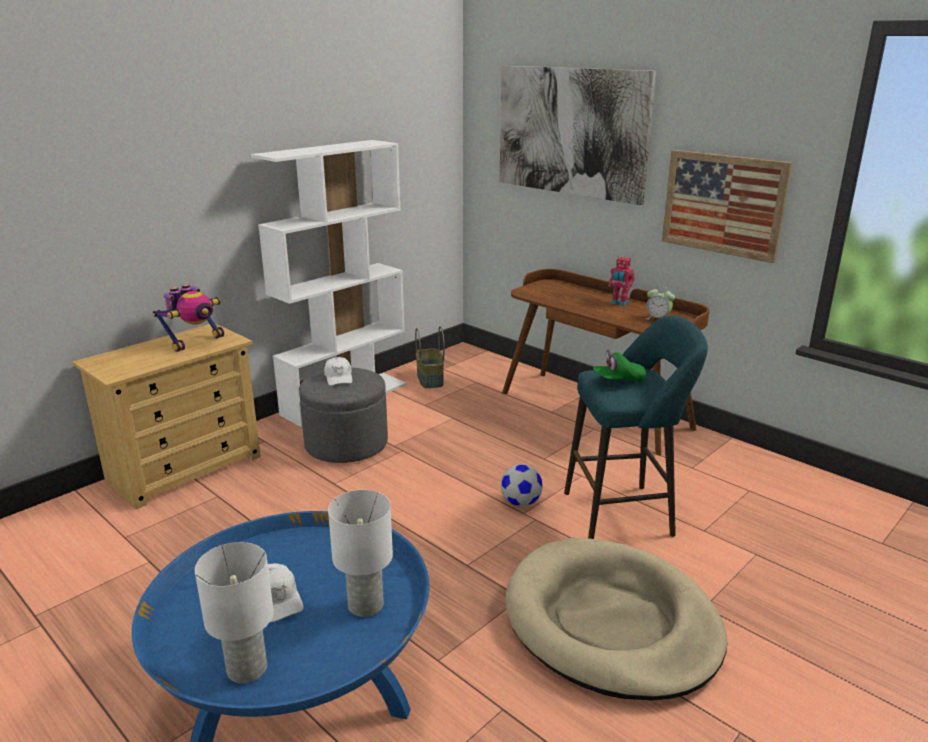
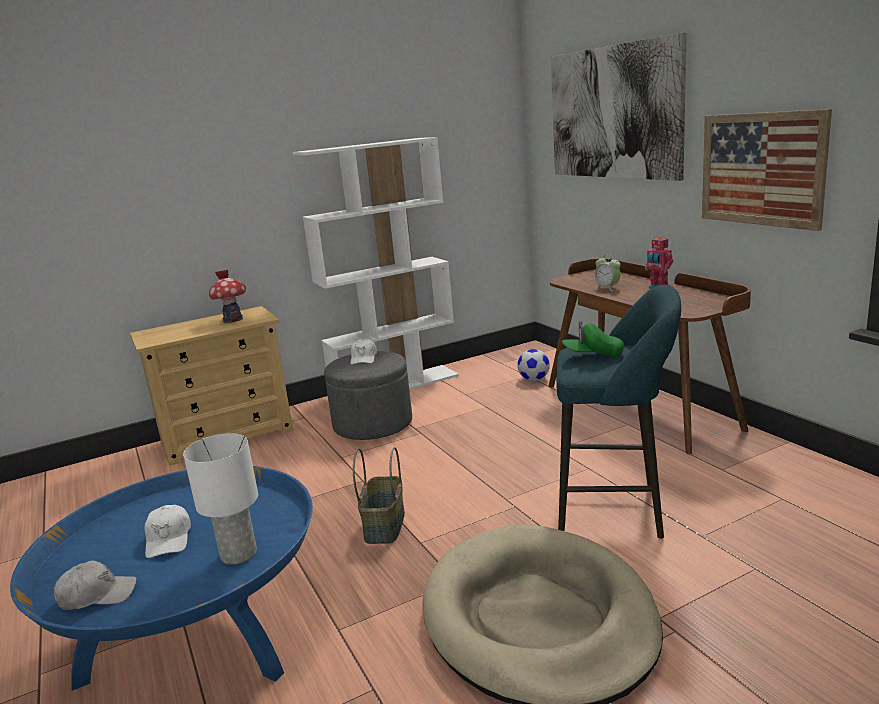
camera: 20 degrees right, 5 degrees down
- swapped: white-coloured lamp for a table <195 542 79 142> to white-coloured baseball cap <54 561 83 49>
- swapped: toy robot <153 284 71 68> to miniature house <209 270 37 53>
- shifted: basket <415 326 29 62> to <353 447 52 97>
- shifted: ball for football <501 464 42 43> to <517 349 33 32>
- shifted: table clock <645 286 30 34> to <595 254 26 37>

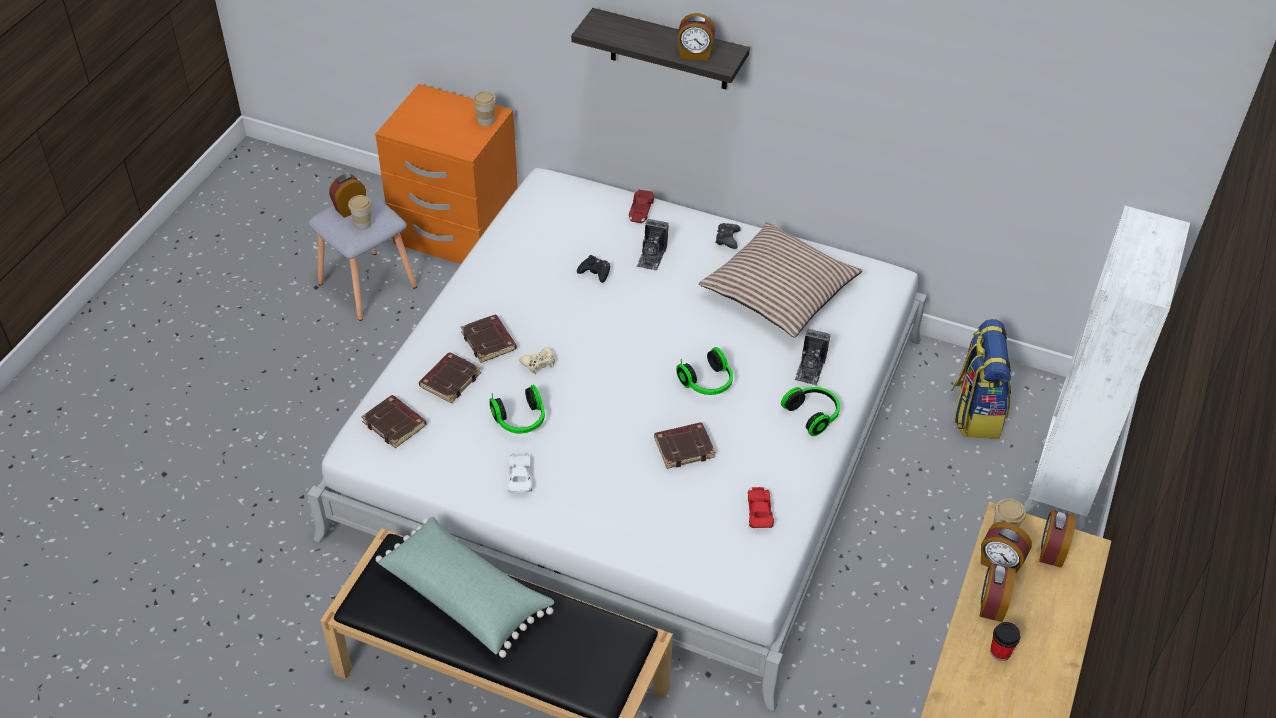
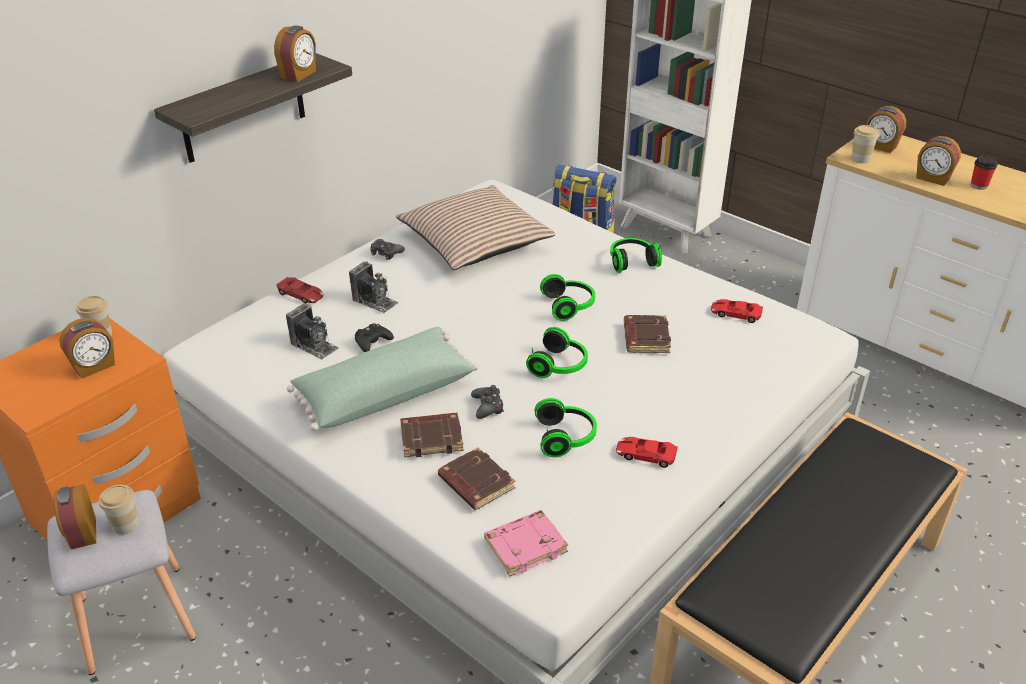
camera: 70 degrees left, 10 degrees down
- shifted: table clock <981 522 51 51> to <59 318 56 60>
- shifted: photo camera <794 329 36 56> to <286 303 52 57>
- shifted: green-coloured cushion <376 517 178 141> to <287 327 192 104>
- repainted: beige-coloured game controller <519 347 36 27> to blackish game controller <471 385 33 34>
- repainted: brown-coloured bound book <361 395 65 53> to pinkish bound book <484 510 84 67>
- new: pair of headphones <526 327 62 51>
- repainted: white-coloured miniature car <508 453 24 40> to red miniature car <616 437 62 31>

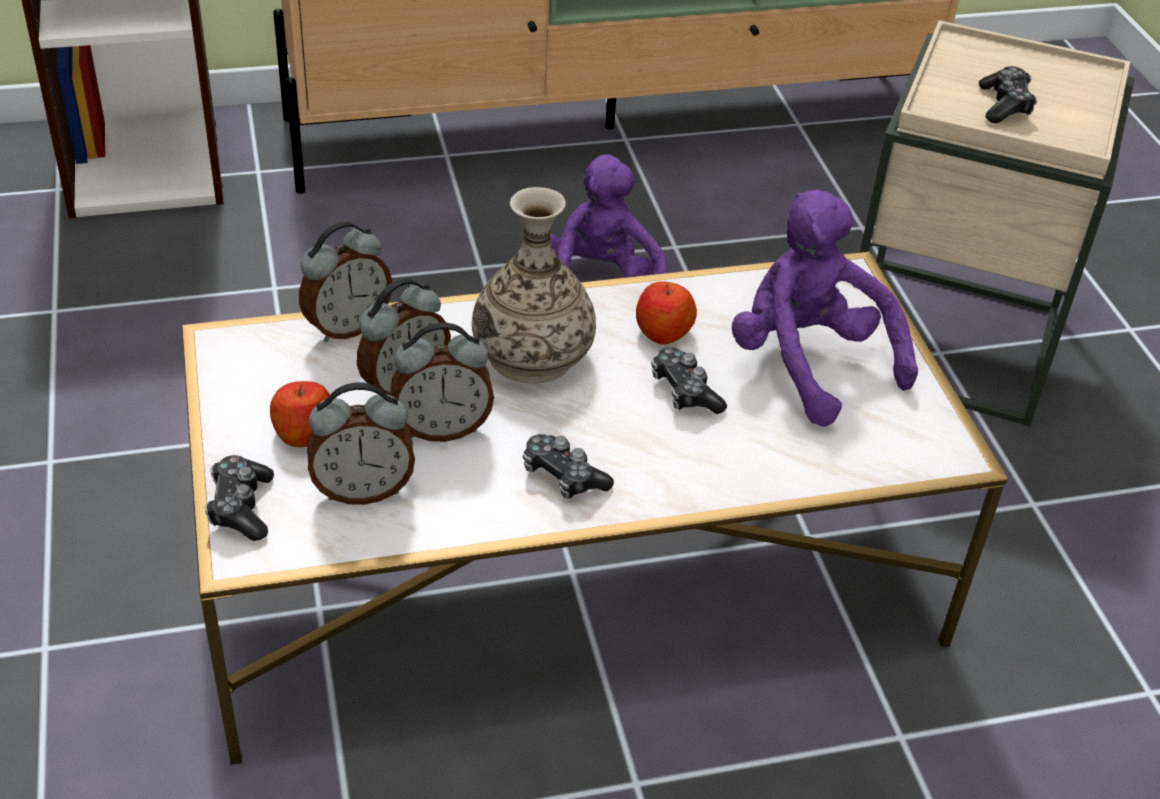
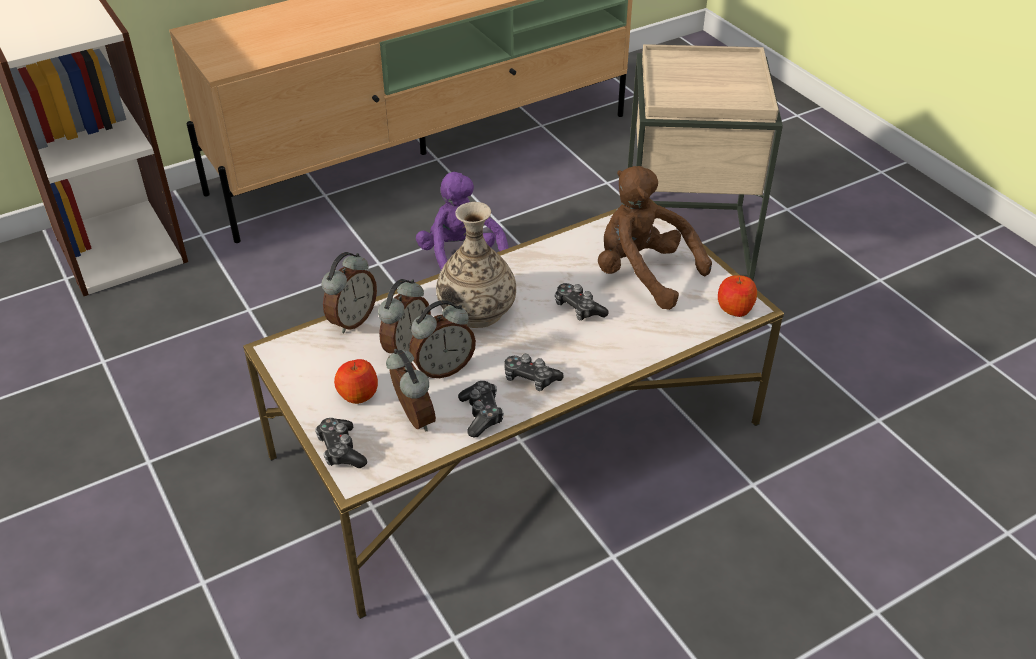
camera: 15 degrees left, 0 degrees up
- rotated: table clock <307 383 108 122> = <386 349 50 83> 90 degrees counterclockwise
- shifted: game controller <979 66 59 57> to <458 381 46 56>
- repainted: purple-coloured soft toy <732 190 186 237> to brown-coloured soft toy <598 166 114 144>
- shifted: whole apple <636 281 61 64> to <718 275 39 42>

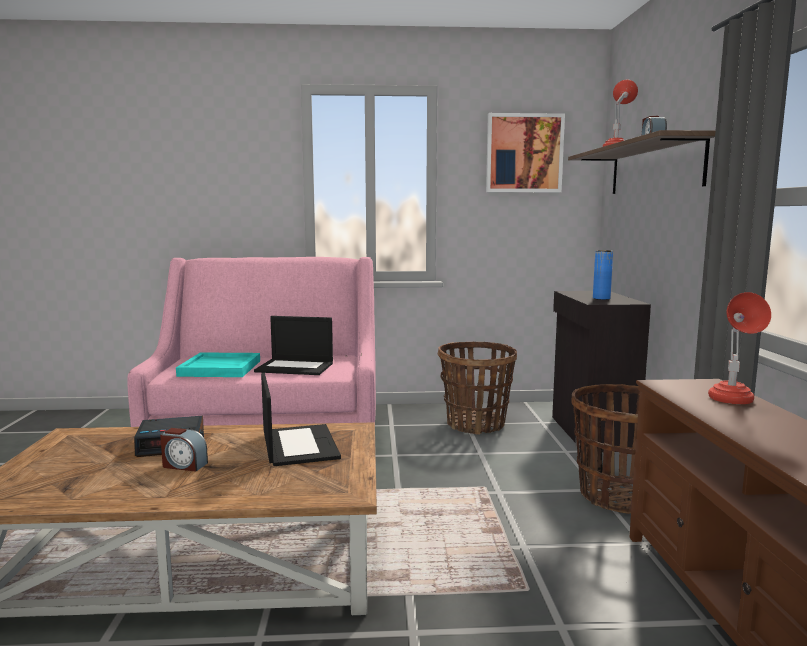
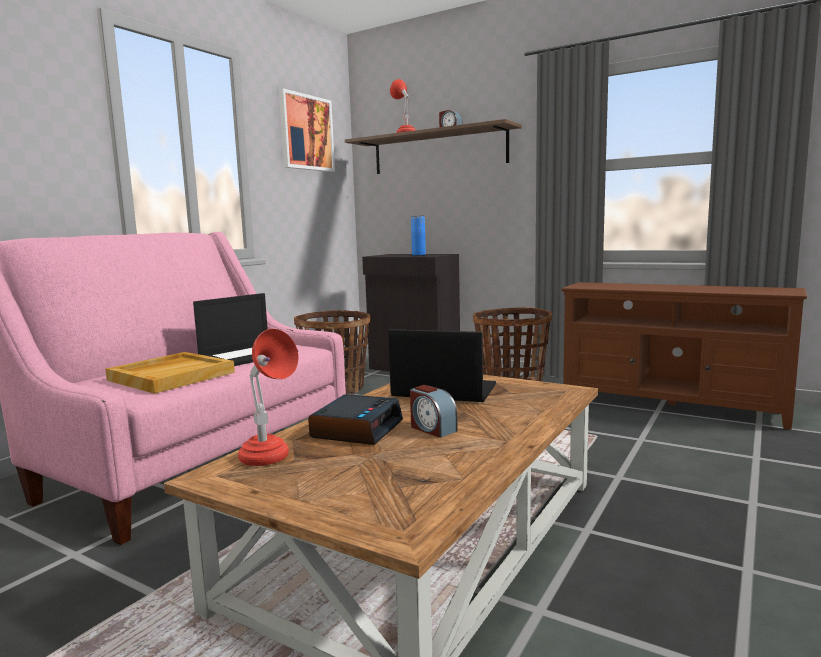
camera: 55 degrees left, 0 degrees up
- repainted: turquoise-coloured tray <176 352 84 25> to beige-coloured tray <106 352 129 42>
- shifted: red lamp for a table <708 292 63 112> to <238 329 61 137>
- rotated: table clock <160 428 48 43> = <410 385 47 53> 90 degrees clockwise

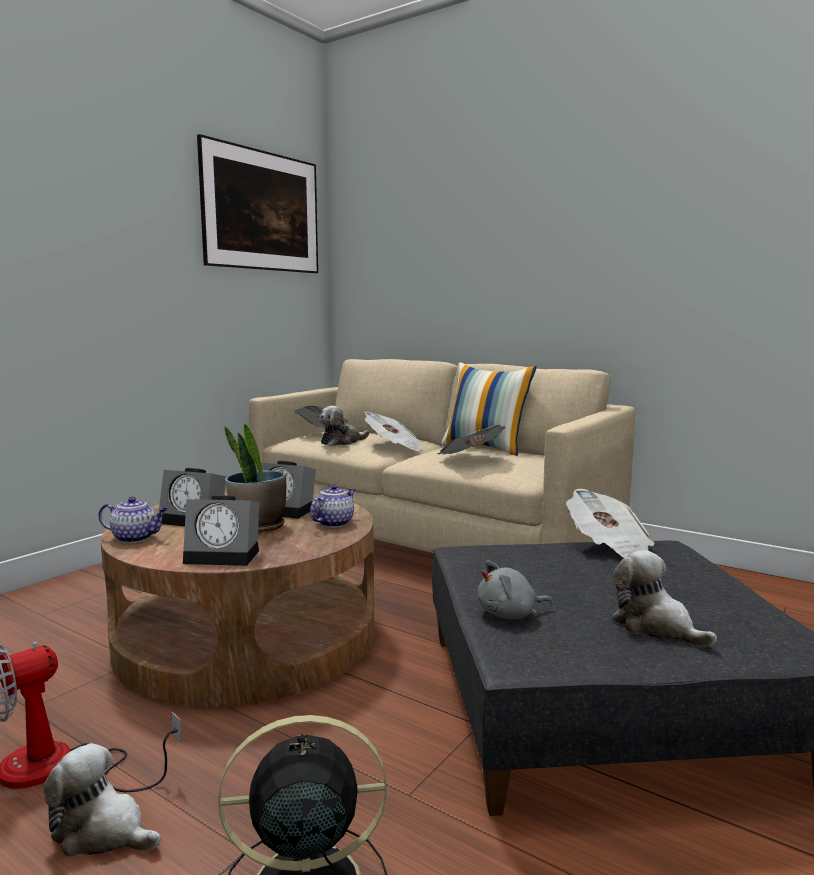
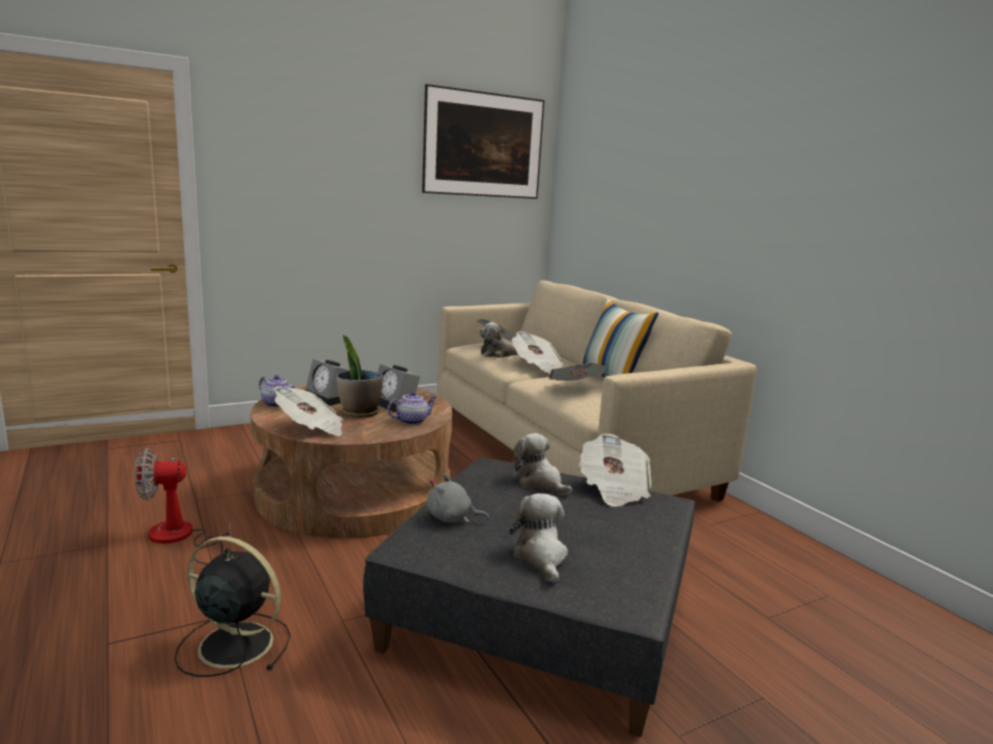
camera: 25 degrees right, 5 degrees up
- swapped: table clock <183 495 76 71> to printed paper <274 386 69 50>
- shifted: soft toy <43 743 118 114> to <513 433 59 63>

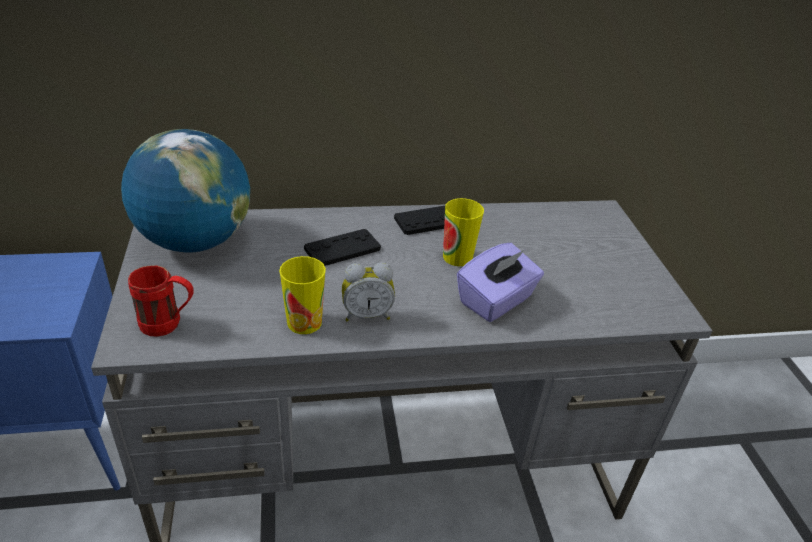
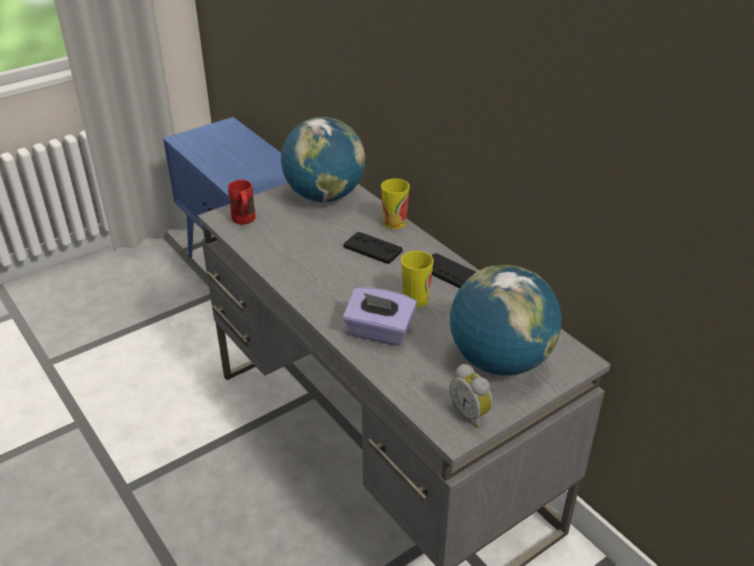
camera: 65 degrees right, 0 degrees up
- shifted: cup <279 256 47 78> to <381 179 29 50>
- new: world globe <450 265 112 111>
- shifted: table clock <342 262 53 60> to <450 364 43 64>

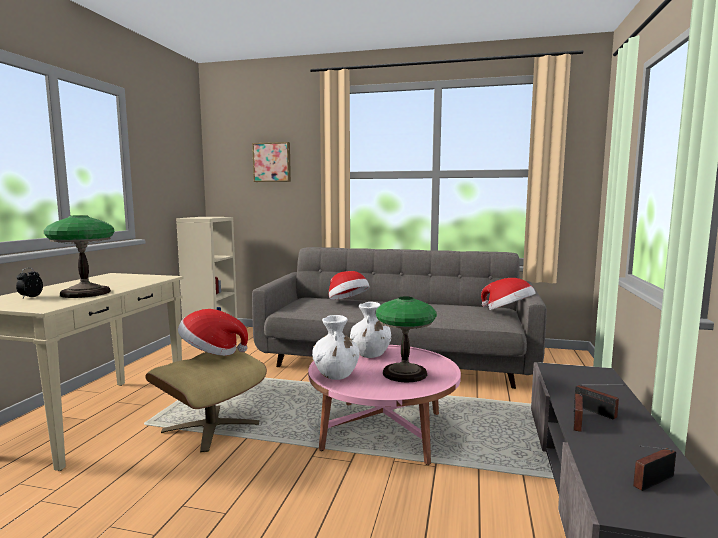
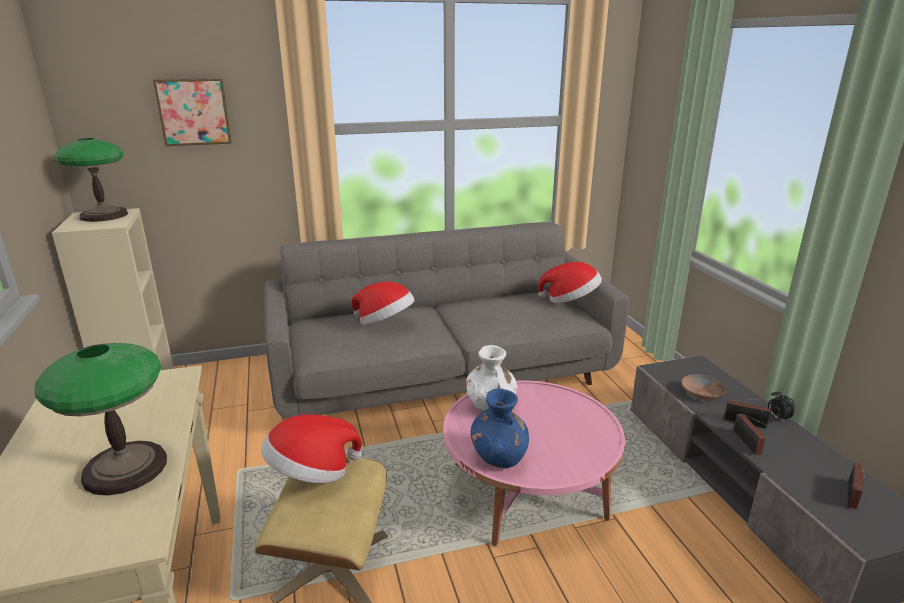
camera: 30 degrees left, 15 degrees up
- shifted: lamp for a table <375 296 62 87> to <55 138 73 84>
- repainted: white-coloured decorative vase <312 315 48 65> to blue-coloured decorative vase <471 389 58 79>
- new: brown-coloured serving bowl <681 374 45 26>
- shifted: table clock <16 268 27 30> to <768 389 27 33>

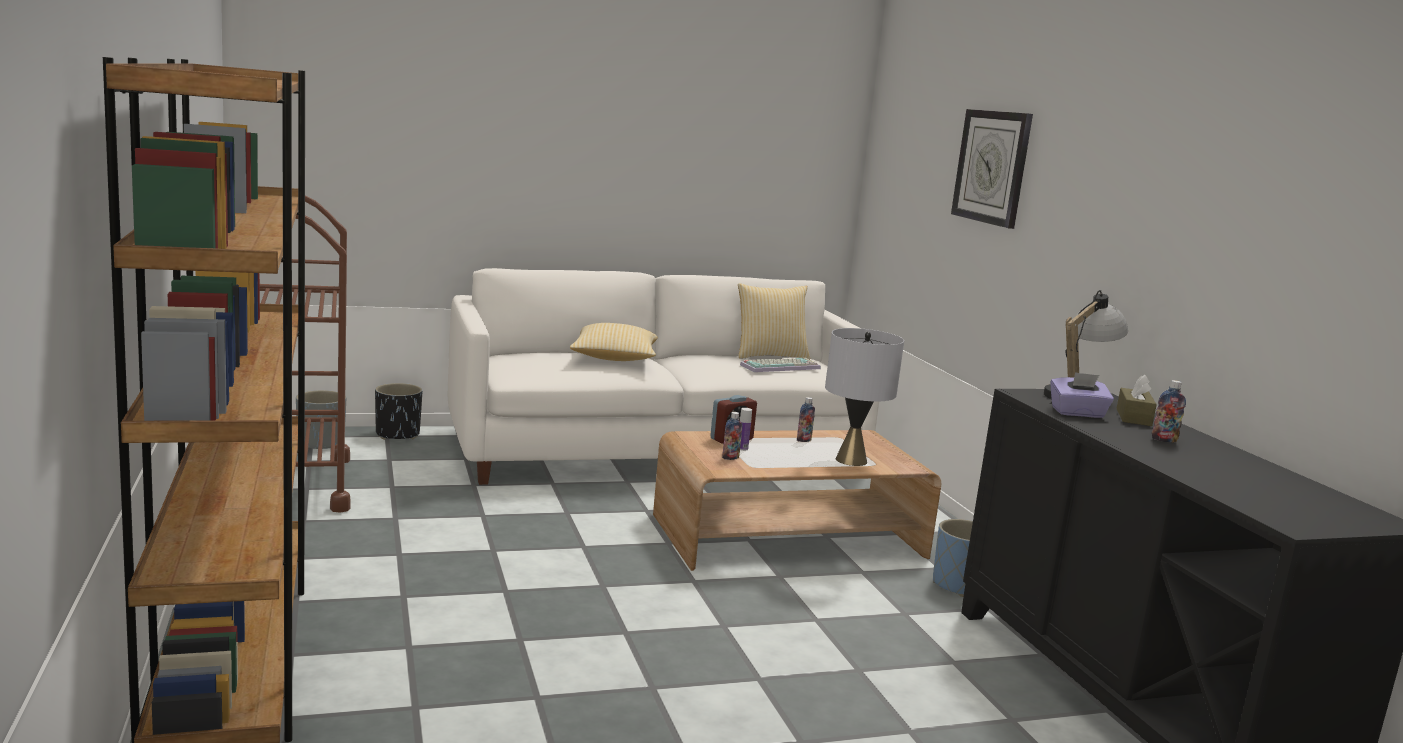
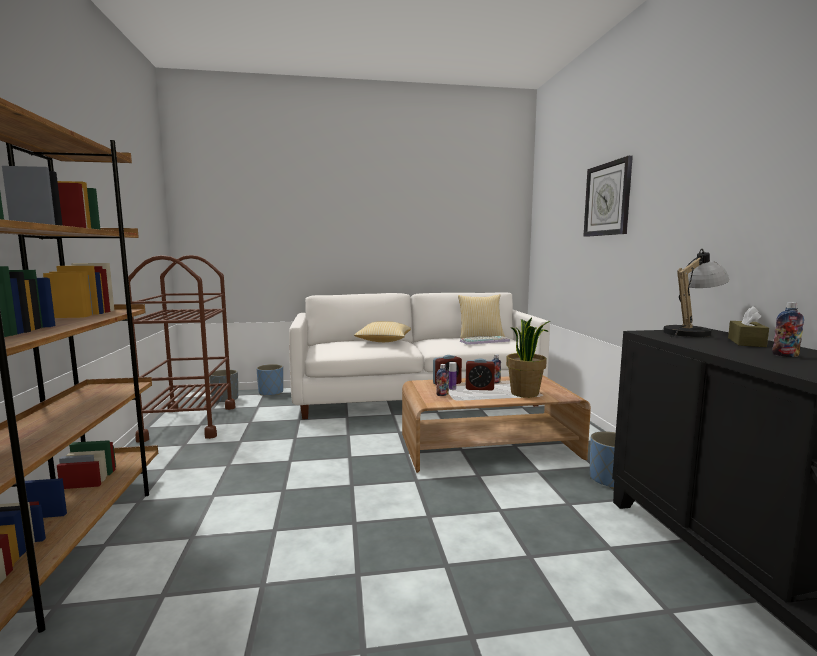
camera: 10 degrees right, 5 degrees down
- repainted: blackish plant pot <375 383 48 57> to blue-coloured plant pot <256 364 27 32>
- new: table clock <466 358 29 32>
- swapped: greyish lamp for a table <825 328 79 138> to houseplant <506 318 44 80>
- gone: purple-coloured box of tissues <1050 372 64 46>

